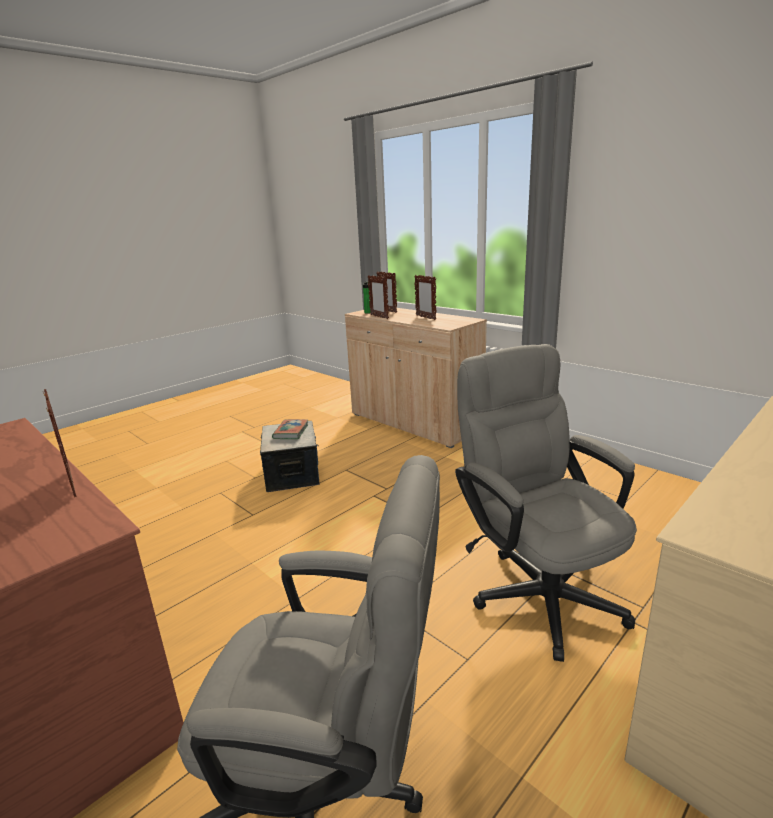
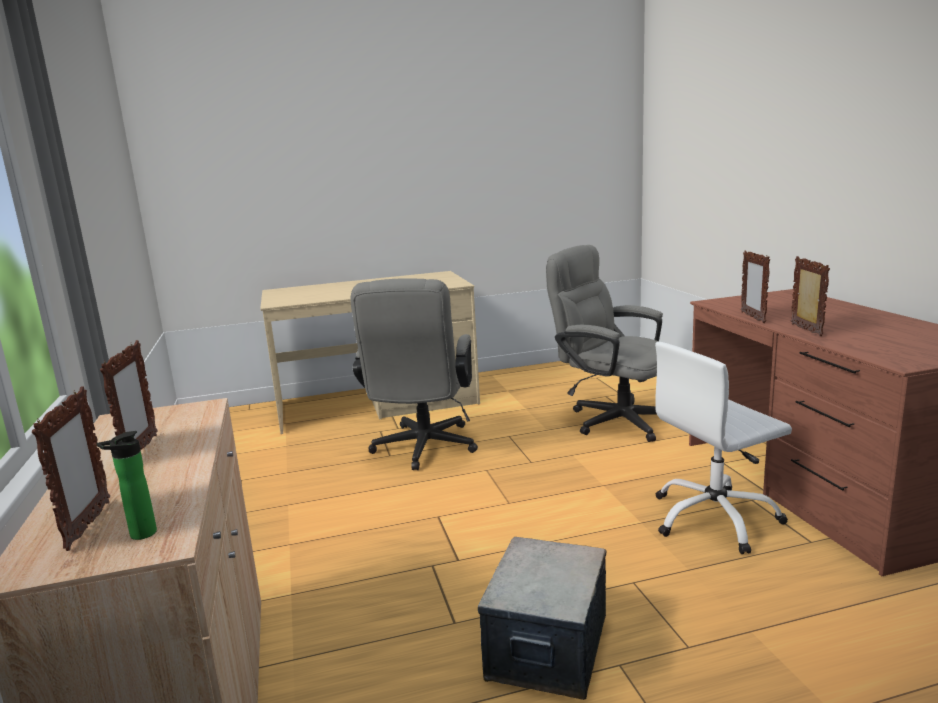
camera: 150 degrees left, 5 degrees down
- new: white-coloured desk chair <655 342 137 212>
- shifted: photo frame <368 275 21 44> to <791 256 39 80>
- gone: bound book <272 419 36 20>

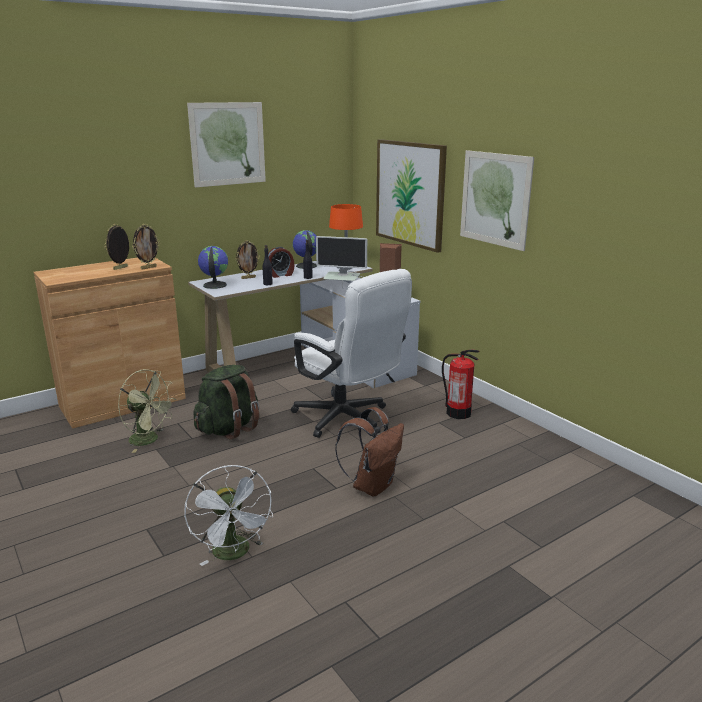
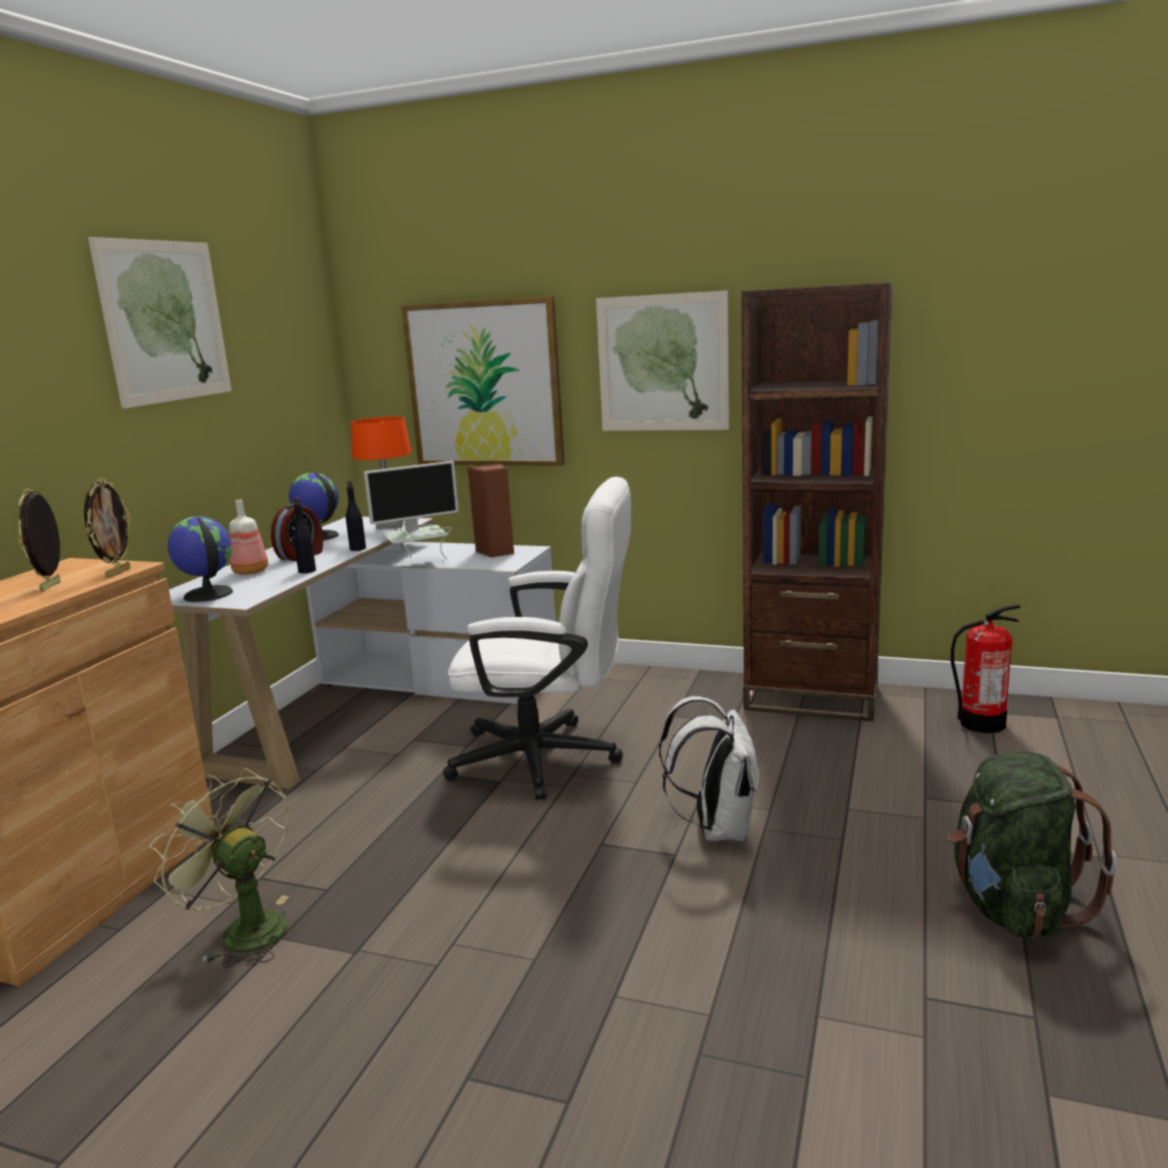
camera: 35 degrees left, 5 degrees down
- rotated: green-coloured fan <118 369 58 84> = <149 768 140 200> 135 degrees counterclockwise
- swapped: photo frame <235 240 25 39> to beverage bottle <229 500 39 75>
- repainted: brown-coloured knapsack <335 407 69 89> to white-coloured knapsack <659 696 100 145>
- new: brown-coloured bookcase <741 283 152 439>
- shifted: green-coloured knapsack <193 365 67 75> to <947 751 170 187>
- shifted: extinguisher <442 350 37 69> to <951 605 70 128>
- gone: white-coloured fan <184 465 89 101>

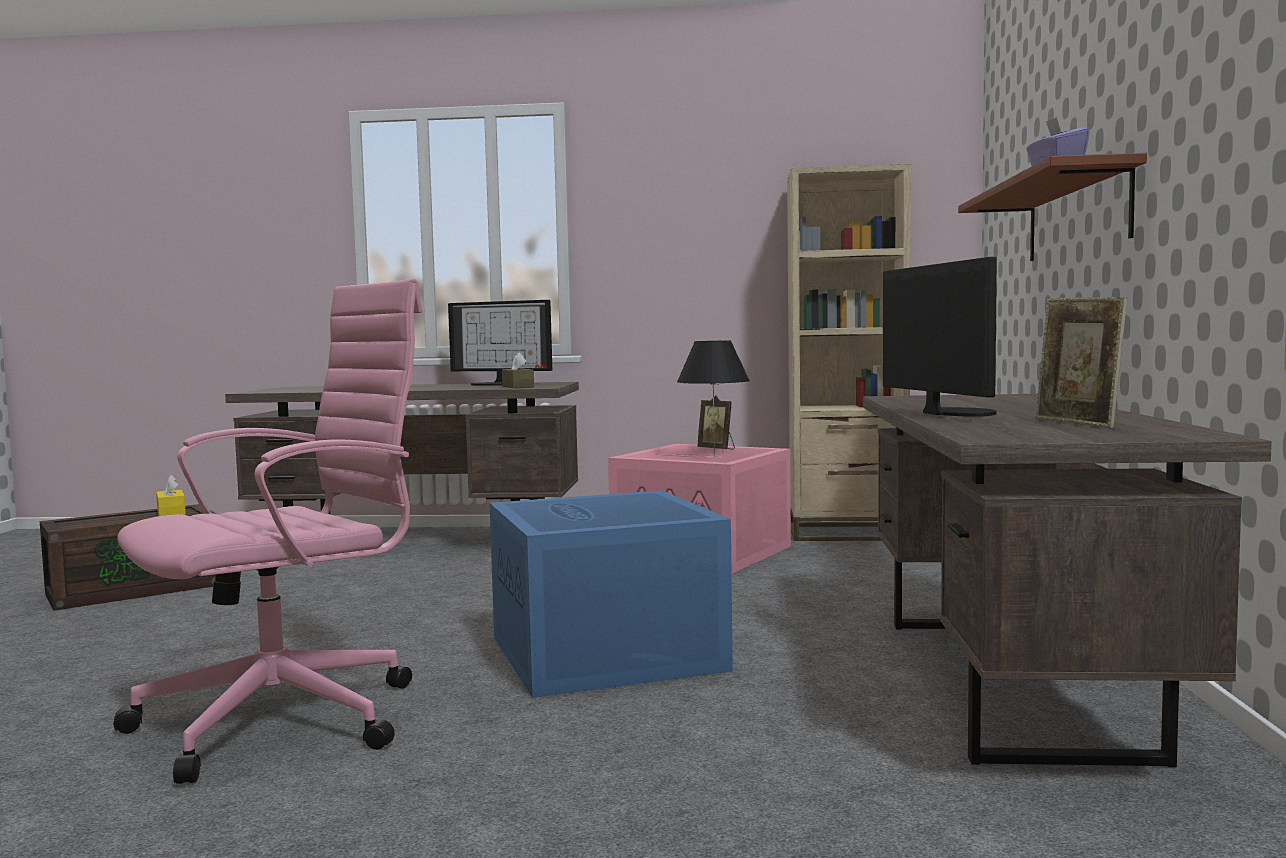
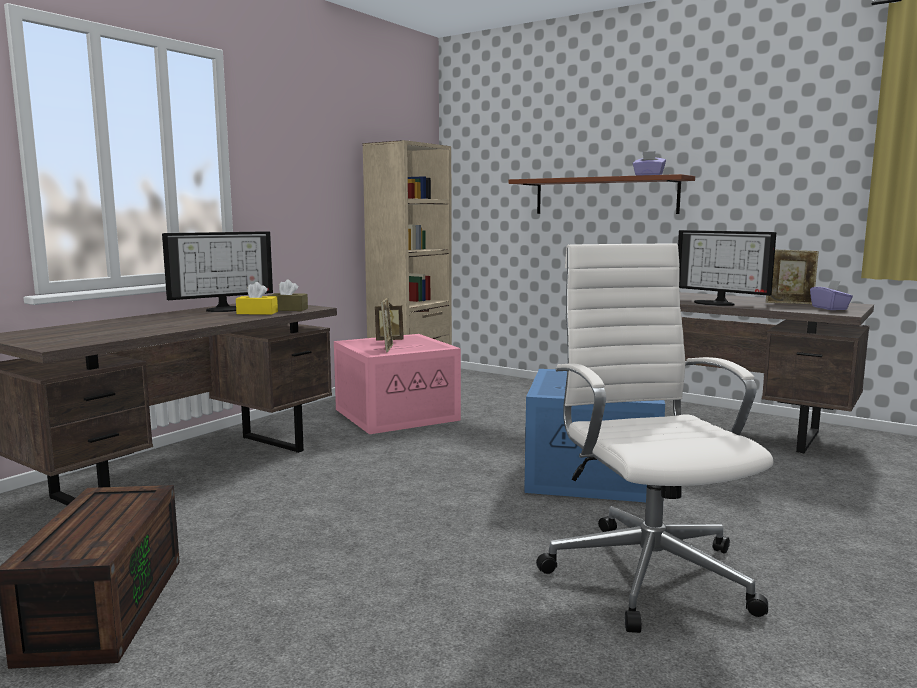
camera: 60 degrees left, 5 degrees up
- shifted: yellowish box of tissues <156 475 30 41> to <236 282 42 33>
- new: photo frame <381 298 12 54>
- repainted: pinkish desk chair <114 279 308 505> to white-coloured desk chair <536 244 237 389>
- rotated: computer display <883 257 114 160> = <678 230 98 76> 150 degrees counterclockwise
- new: purple-coloured box of tissues <810 280 43 30>
- gone: blackish lamp for a table <677 340 73 118>

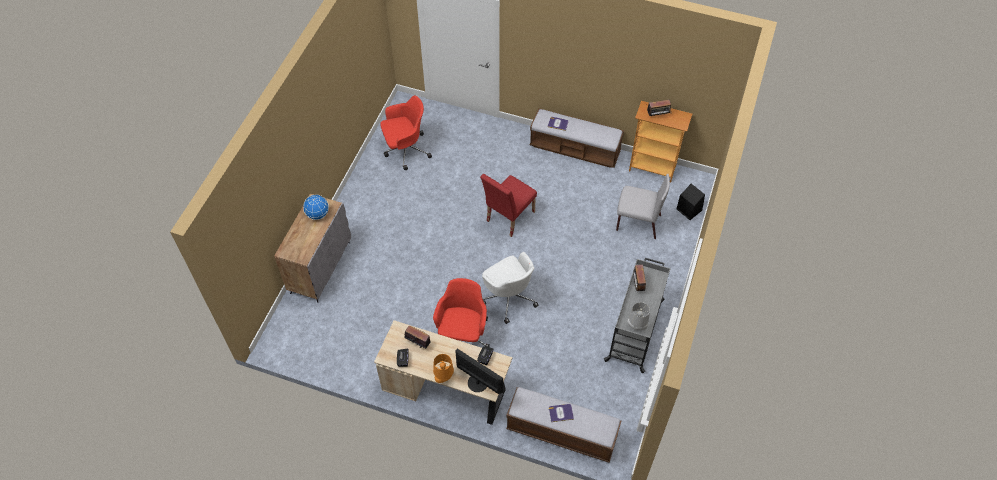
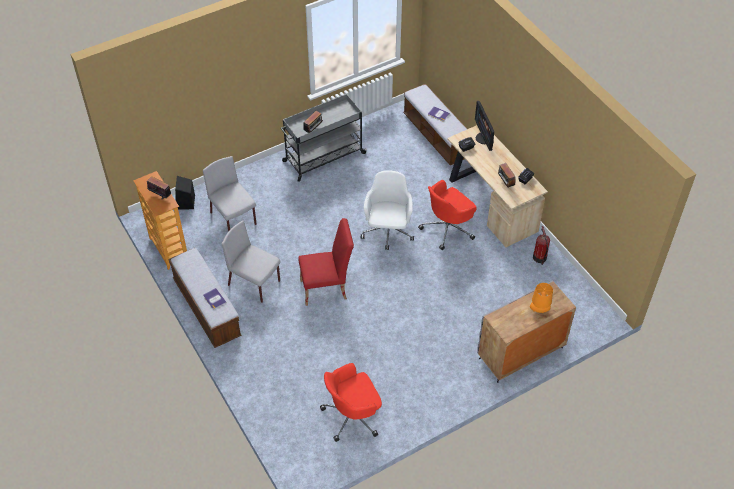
camera: 140 degrees left, 5 degrees down
- new: greyish chair <222 221 58 82>
- rotated: red desk chair <381 95 51 75> = <320 363 62 79> 45 degrees counterclockwise
- shifted: orange-coloured lamp for a table <433 354 21 29> to <530 283 23 30>
- new: extinguisher <533 226 17 39>
- gone: world globe <303 195 26 25>
- gone: greyish lamp for a table <627 302 23 28>

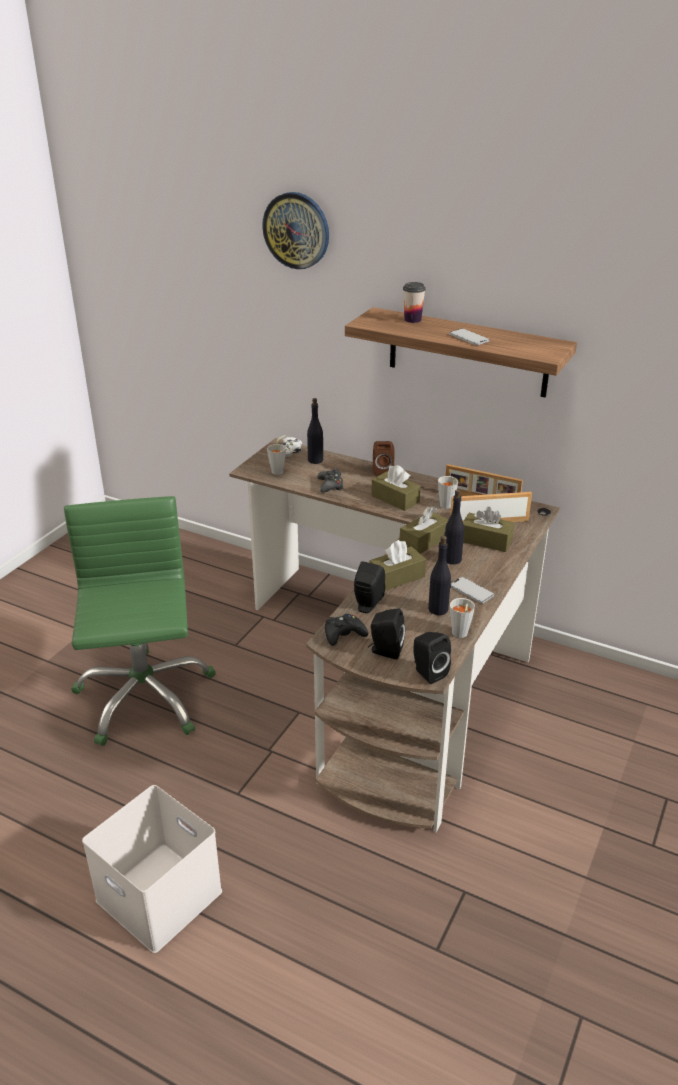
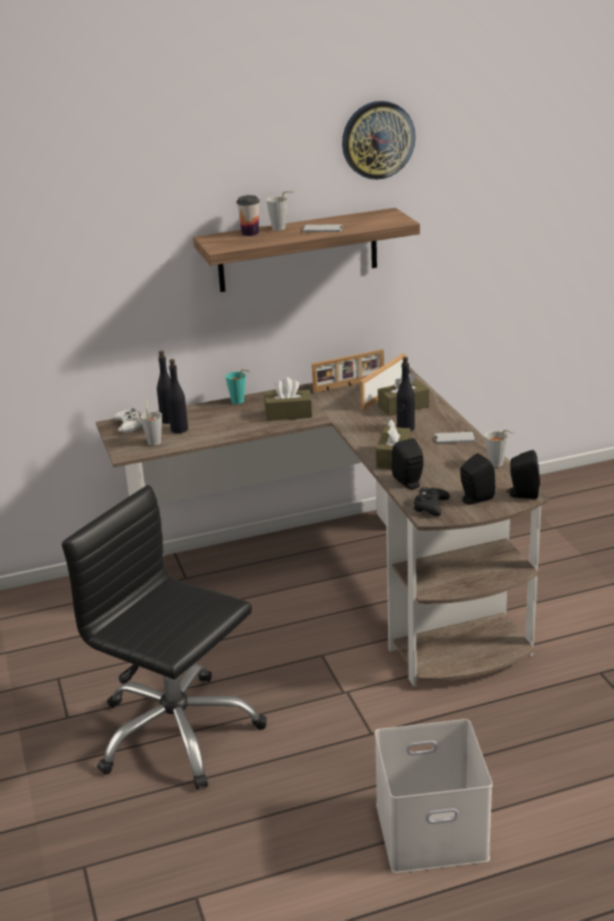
camera: 45 degrees left, 5 degrees down
- repainted: green-coloured desk chair <64 496 151 250> to blackish desk chair <62 485 205 304>
- shifted: blackish beverage bottle <428 536 23 79> to <167 359 21 74>
- swapped: brown-coloured loudspeaker <373 441 22 36> to turquoise-coloured cup <226 369 24 35>
- shifted: greyish cup <438 476 20 33> to <266 191 28 39>
- shifted: hanging clock <262 192 67 77> to <342 101 74 79>
- gone: blackish game controller <317 468 27 25>
- gone: brown-coloured box of tissues <400 507 49 47>

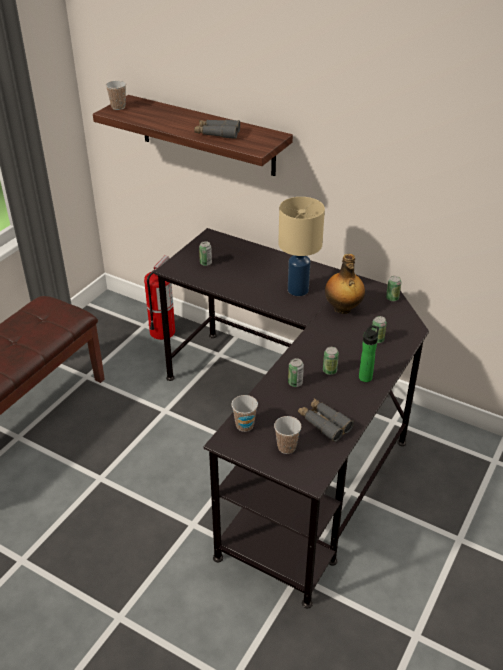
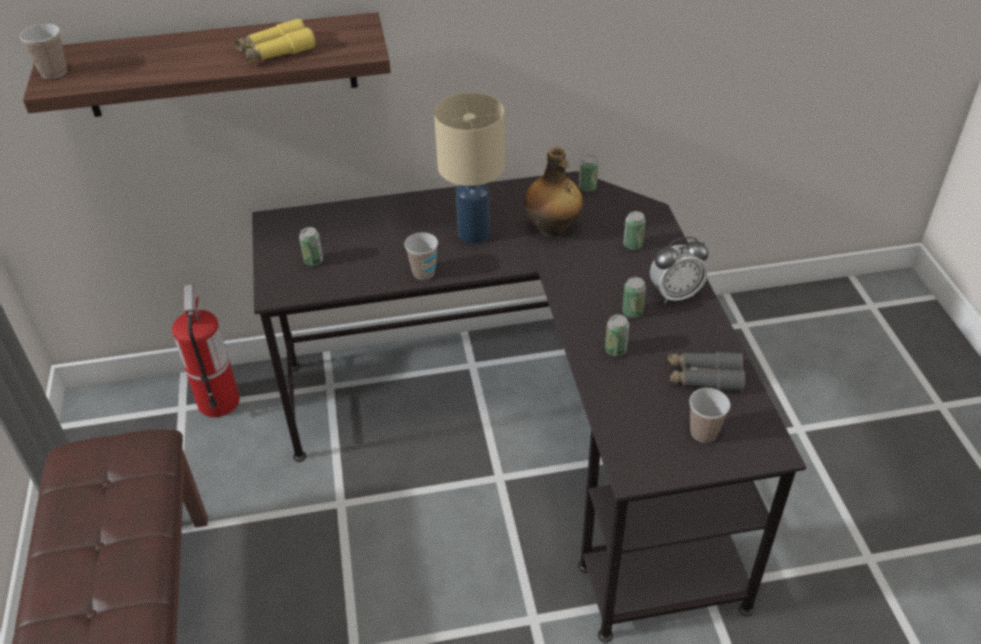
camera: 40 degrees left, 5 degrees up
- repainted: greyish field glasses <194 120 46 19> to yellowish field glasses <234 18 82 44>
- shifted: cup <231 395 27 37> to <404 232 34 48>
- swapped: beverage bottle <359 325 20 57> to table clock <650 237 59 66>

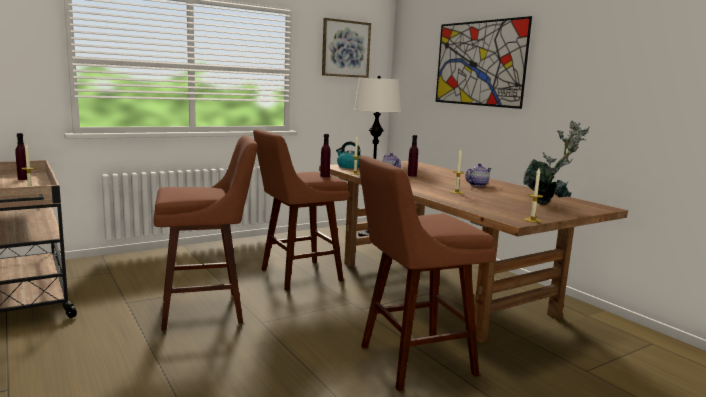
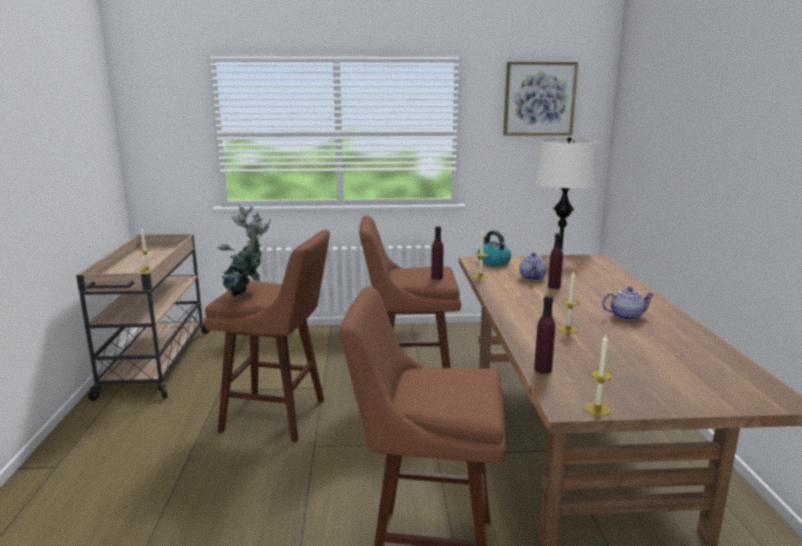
camera: 30 degrees right, 5 degrees up
- shifted: houseplant <523 121 66 84> to <217 205 54 92>
- shifted: purple-coloured beverage bottle <15 133 12 47> to <534 295 21 79>
- gone: picture <436 16 96 93>

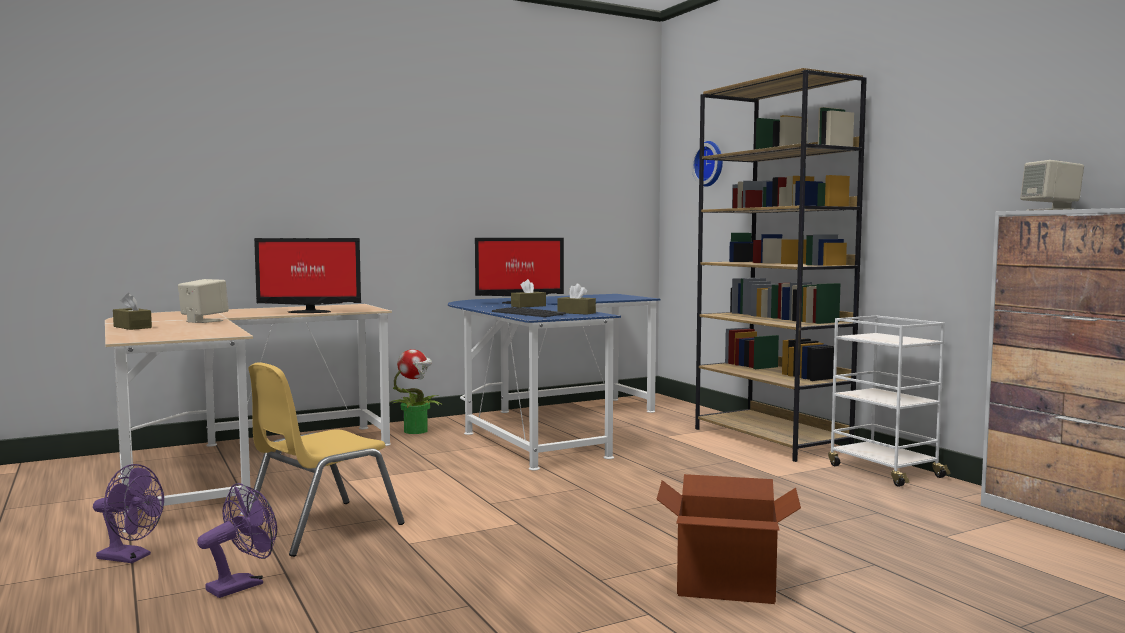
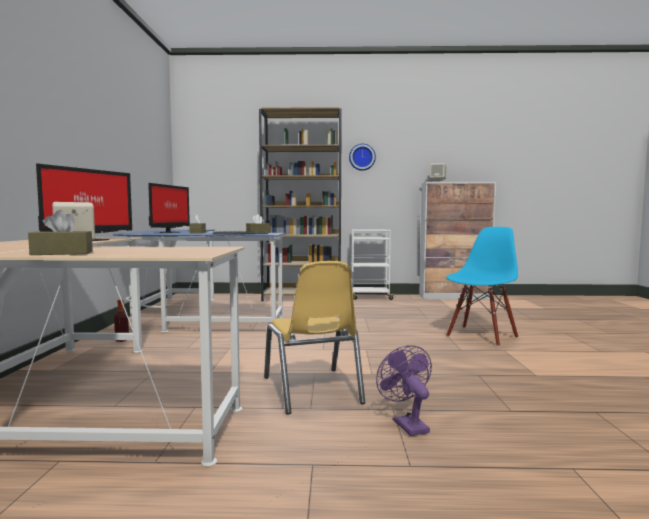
camera: 60 degrees left, 0 degrees up
- swapped: houseplant <391 349 50 85> to beverage bottle <114 299 15 43>
- shifted: hanging clock <692 141 31 46> to <349 144 27 27>
- swapped: packing box <657 474 144 130> to blue-coloured chair <446 227 72 120>
- gone: purple-coloured fan <93 464 71 99>

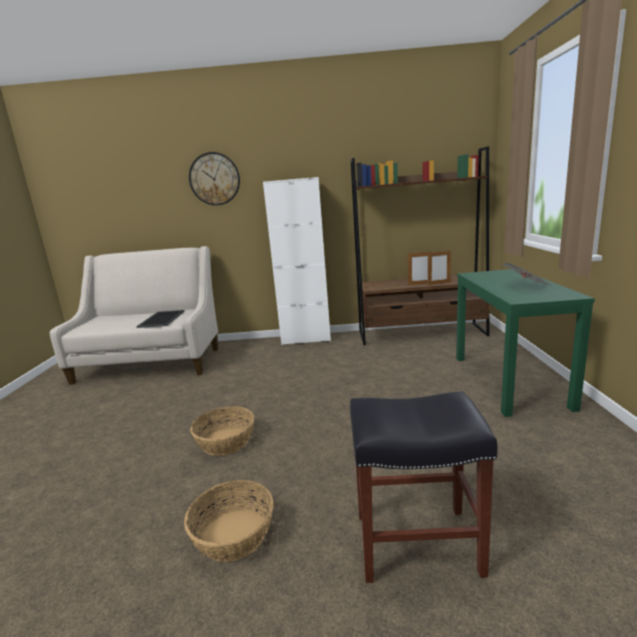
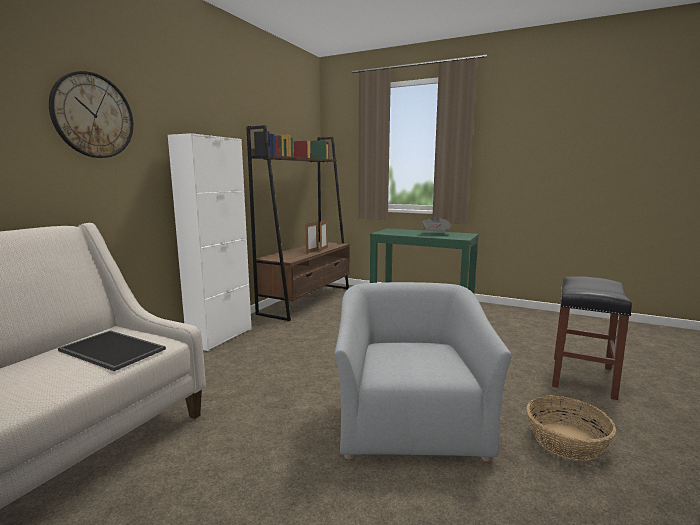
camera: 65 degrees left, 5 degrees down
- swapped: basket <190 406 64 50> to greyish lounge chair <335 282 177 180>

